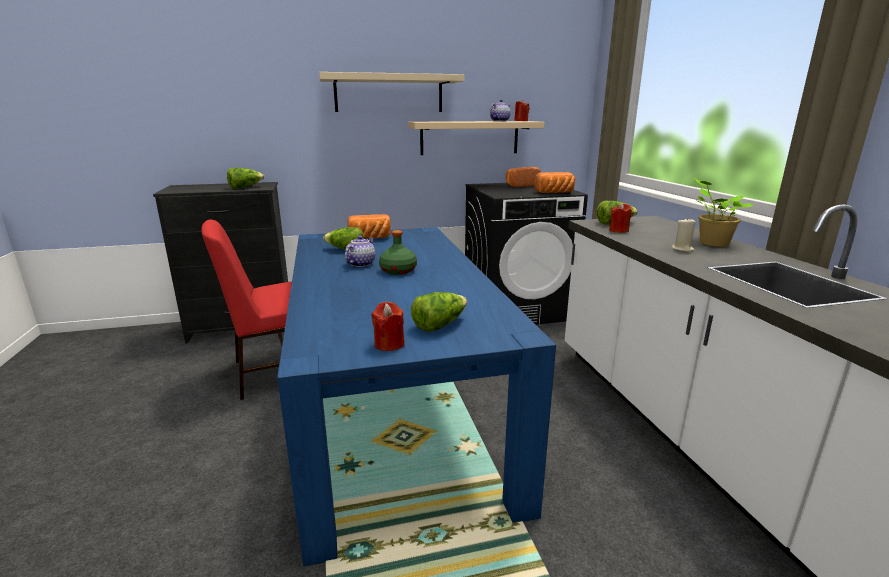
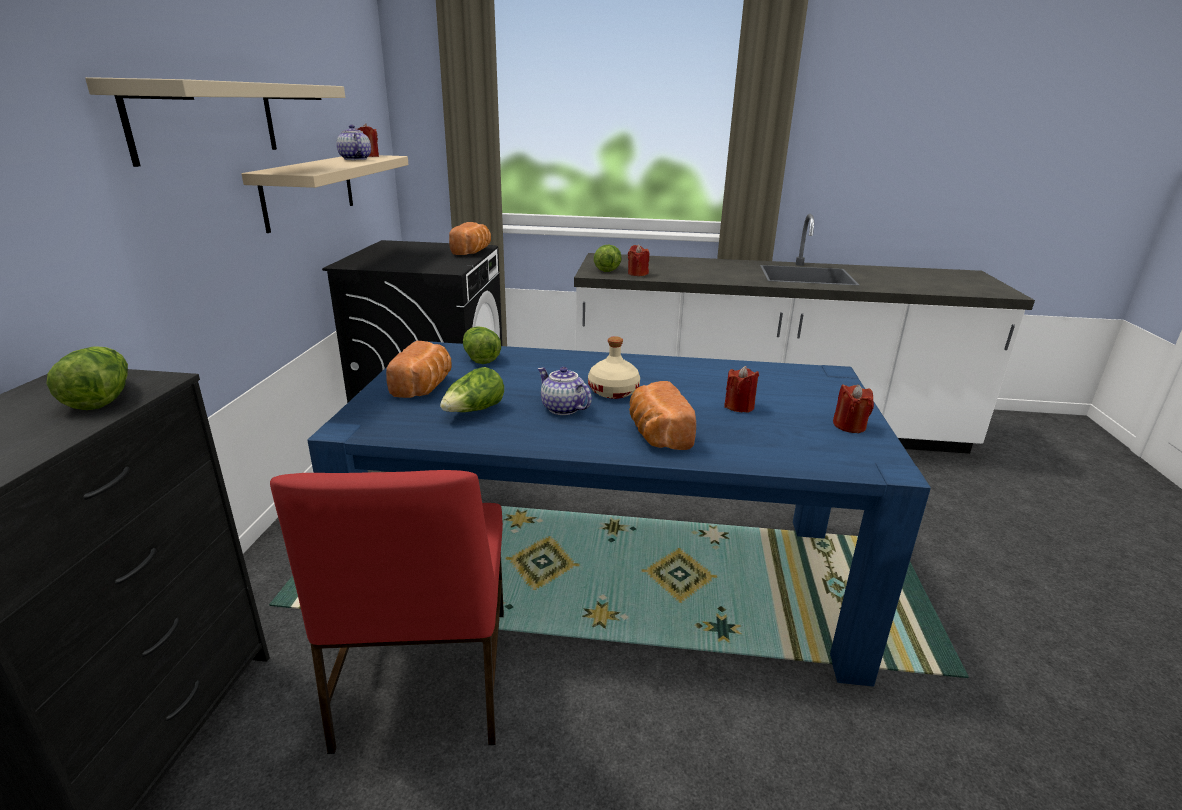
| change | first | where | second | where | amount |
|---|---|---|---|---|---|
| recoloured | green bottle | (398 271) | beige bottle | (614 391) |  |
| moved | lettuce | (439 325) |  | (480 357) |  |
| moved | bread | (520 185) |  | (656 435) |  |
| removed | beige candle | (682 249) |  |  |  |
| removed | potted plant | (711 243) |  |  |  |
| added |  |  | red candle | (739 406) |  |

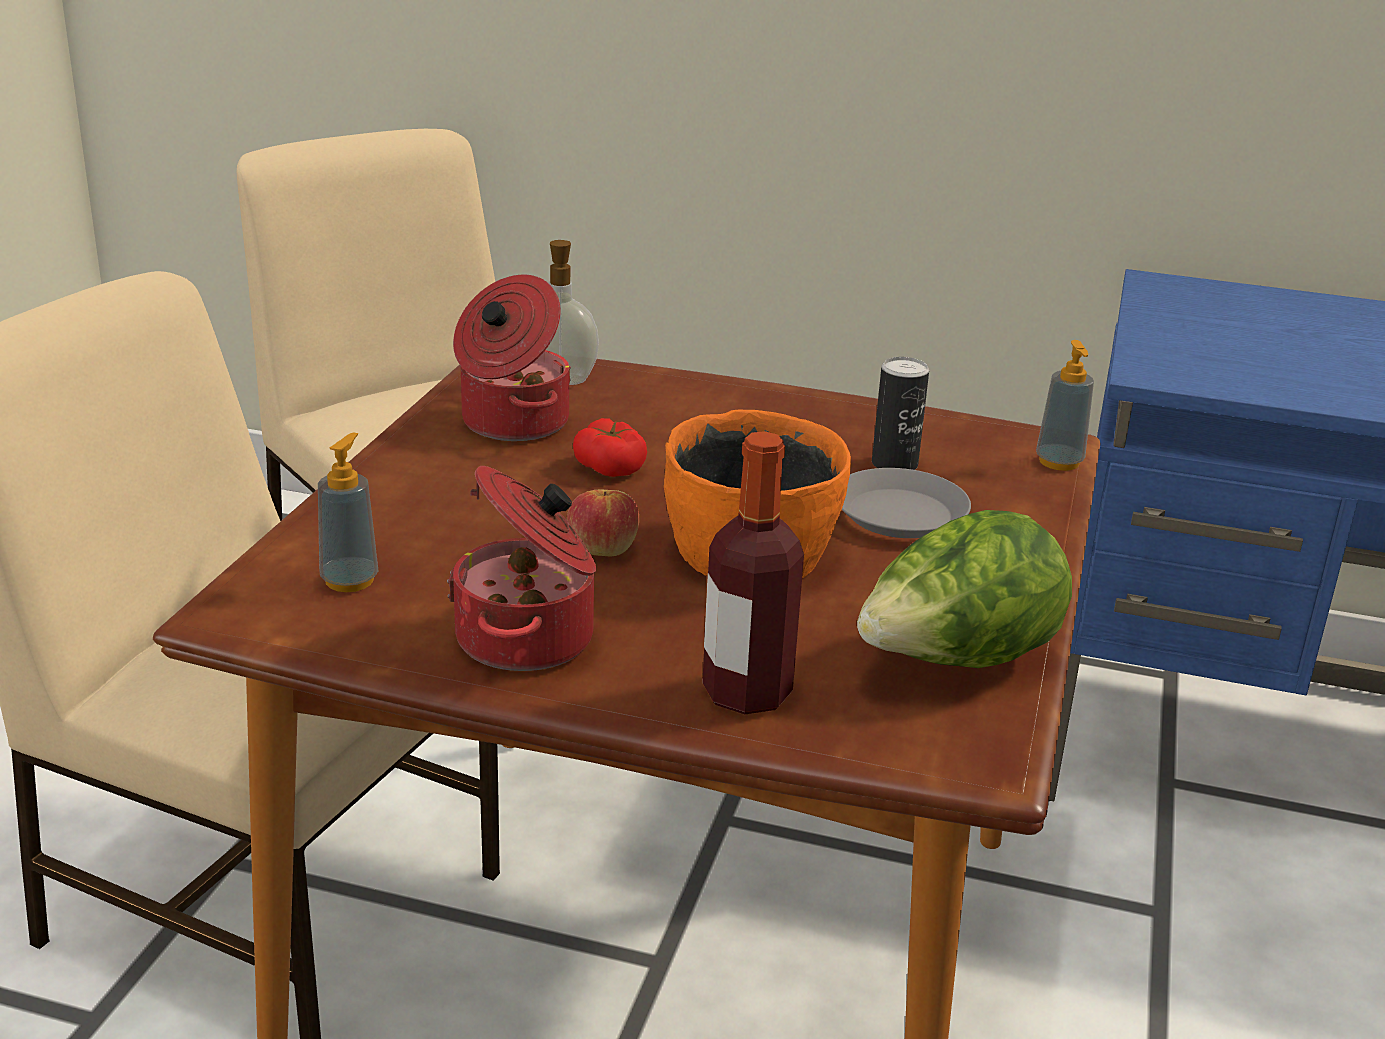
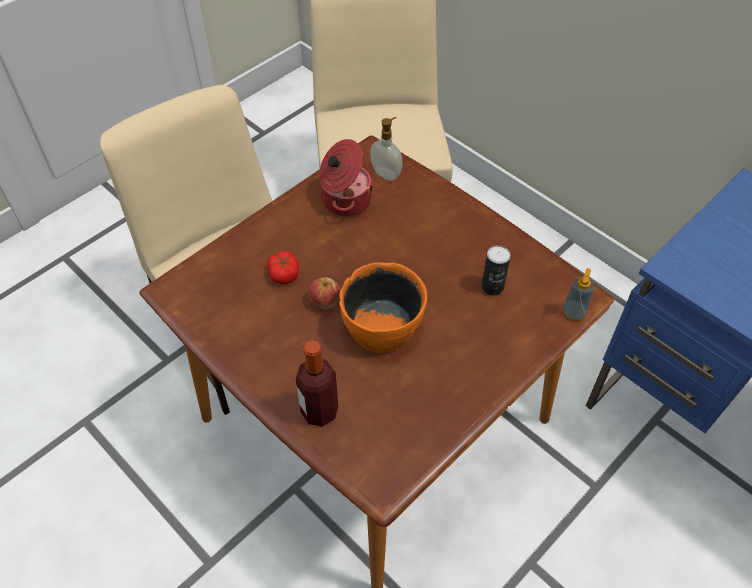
| change | first | where | second | where | amount |
|---|---|---|---|---|---|
| removed | soap dispenser | (349 580) |  |  |  |
| removed | cooking pot | (529 639) |  |  |  |
| moved | tomato | (610 467) |  | (284 273) |  |
| removed | grey plate | (899 513) |  |  |  |
| removed | lettuce | (956 663) |  |  |  |

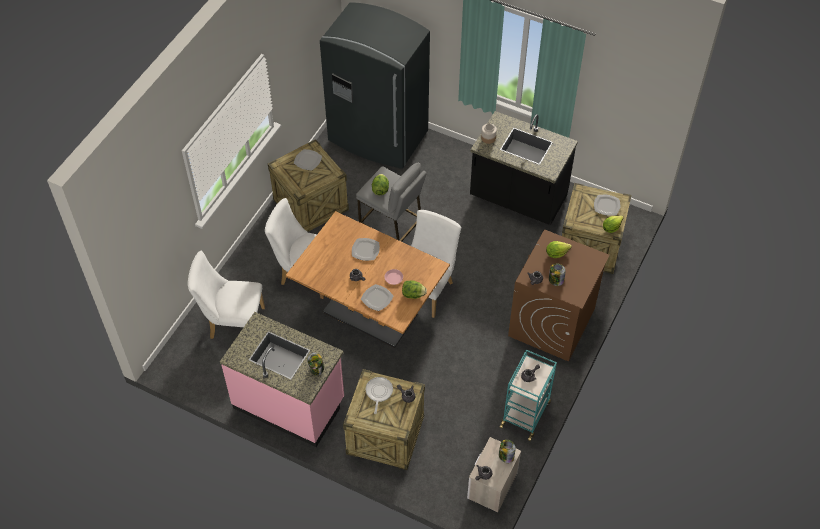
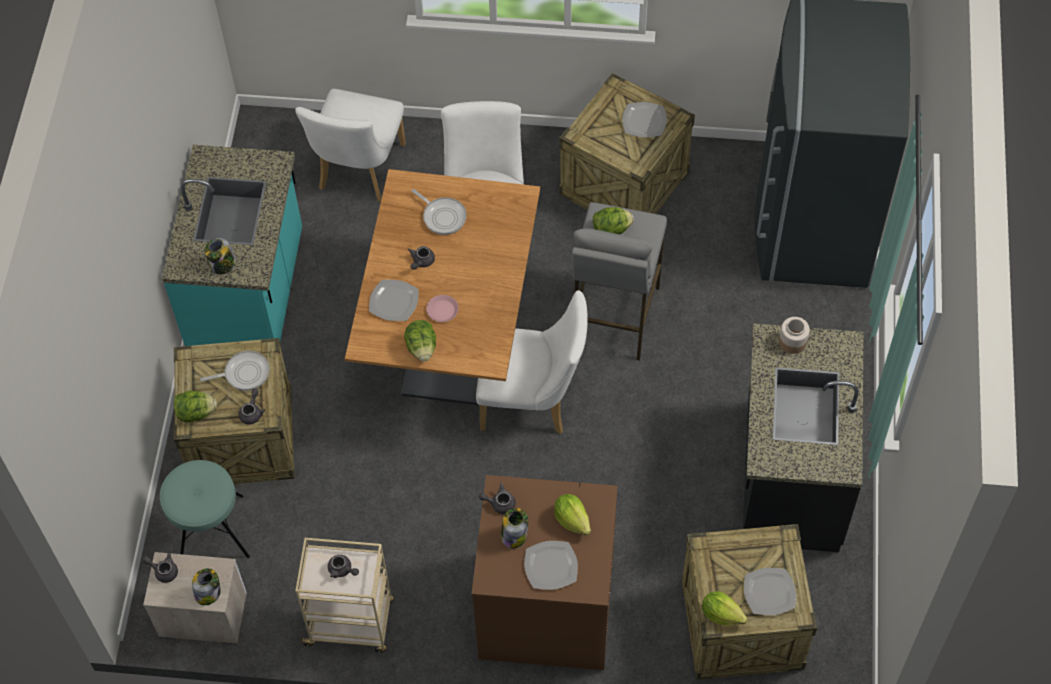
| change | first | where | second | where | amount |
|---|---|---|---|---|---|
| turned | white chair | (232 323) |  | (358 172) | 150 degrees counterclockwise |
| recoloured | pink counter | (289 403) | turquoise counter | (250 295) |  |
| moved | plate | (365 250) |  | (550 566) |  |
| recoloured | turquoise cart | (525 413) | beige cart | (351 623) |  |
| added |  |  | turquoise stool | (211 531) |  |
| added |  |  | lettuce | (196 413) |  |
| added |  |  | frying pan | (442 216) |  |

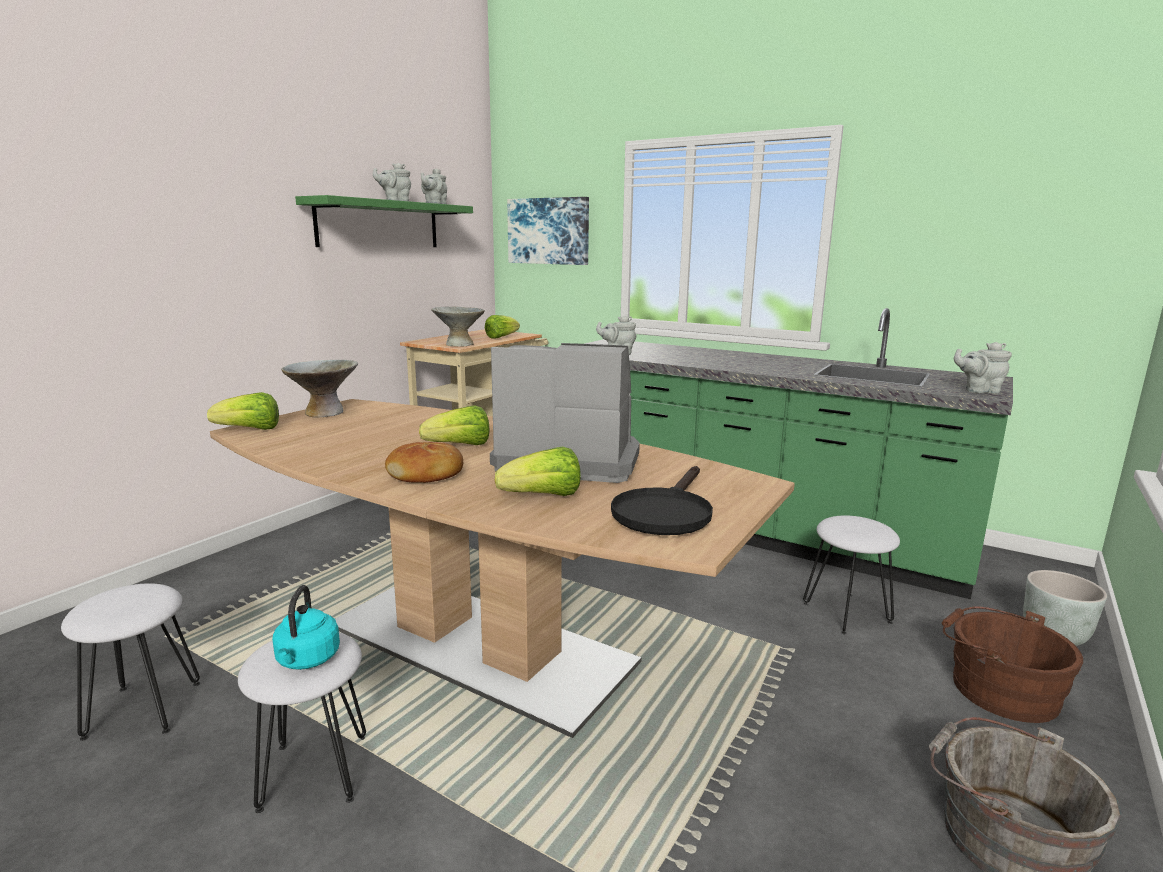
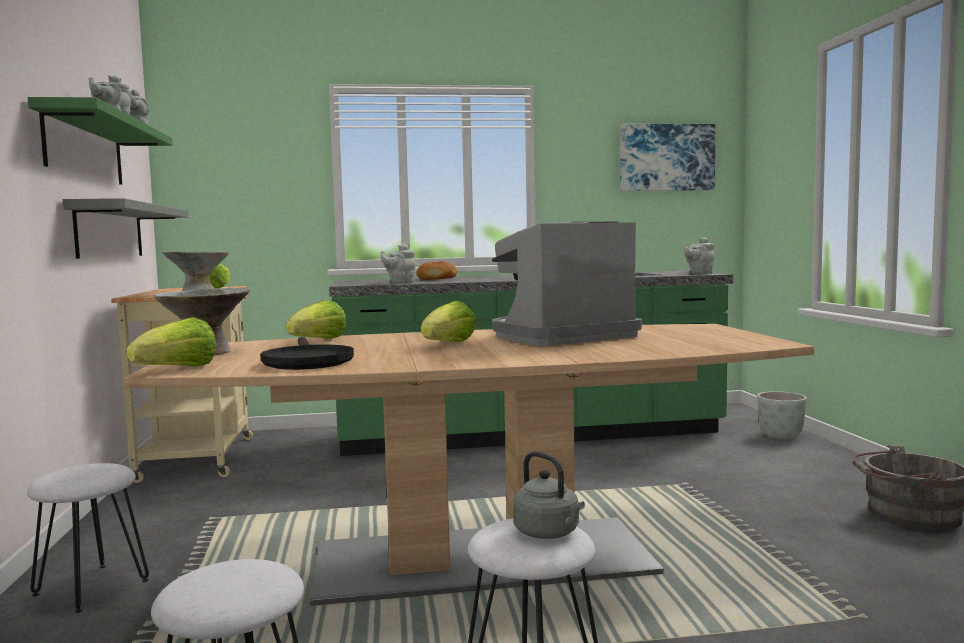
| change | first | where | second | where | amount |
|---|---|---|---|---|---|
| recoloured | turquoise kettle | (307 660) | grey kettle | (549 533) |  |
| moved | bread | (426 474) |  | (437 279) |  |
| moved | lettuce | (543 497) |  | (319 341) |  |
| moved | picture | (548 231) |  | (666 158) |  |
| moved | black frying pan | (664 512) |  | (306 361) |  |
| moved | white stool | (846 612) |  | (90 587) |  |
| removed | brown bucket | (997 688) |  |  |  |
| added |  |  | grey shelf | (110 231) |  |

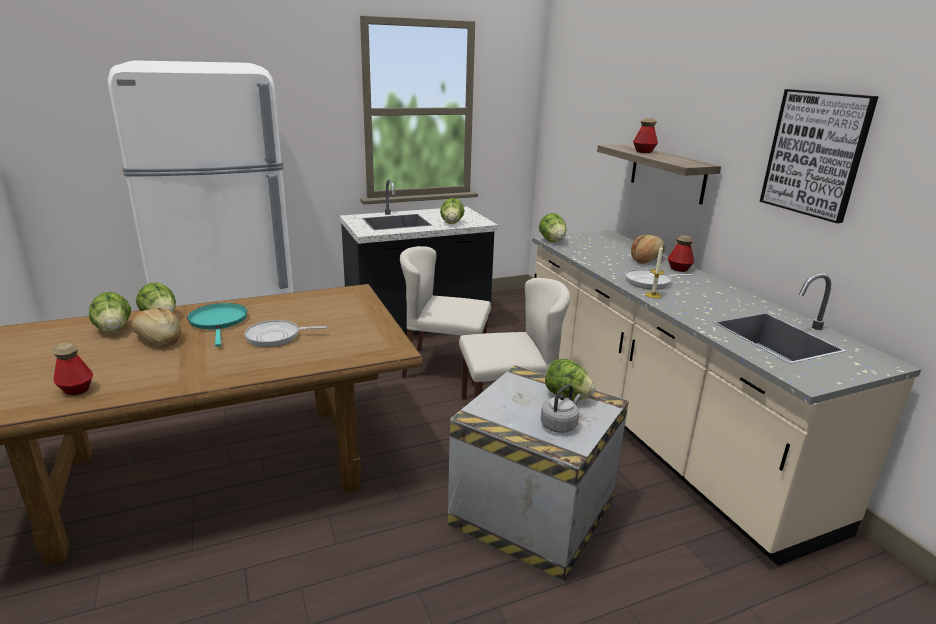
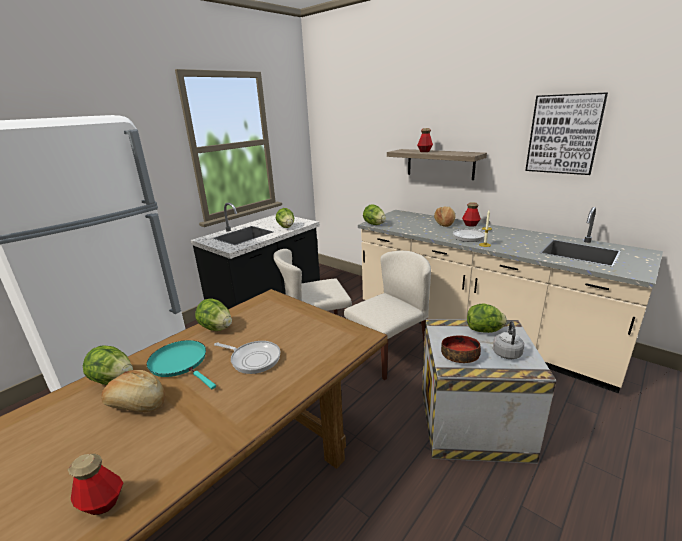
| change | first | where | second | where | amount |
|---|---|---|---|---|---|
| moved | lettuce | (114 329) |  | (216 328) |  |
| turned | frying pan | (276 337) |  | (253 359) | 120 degrees counterclockwise |
| added |  |  | bowl | (460 355) |  |

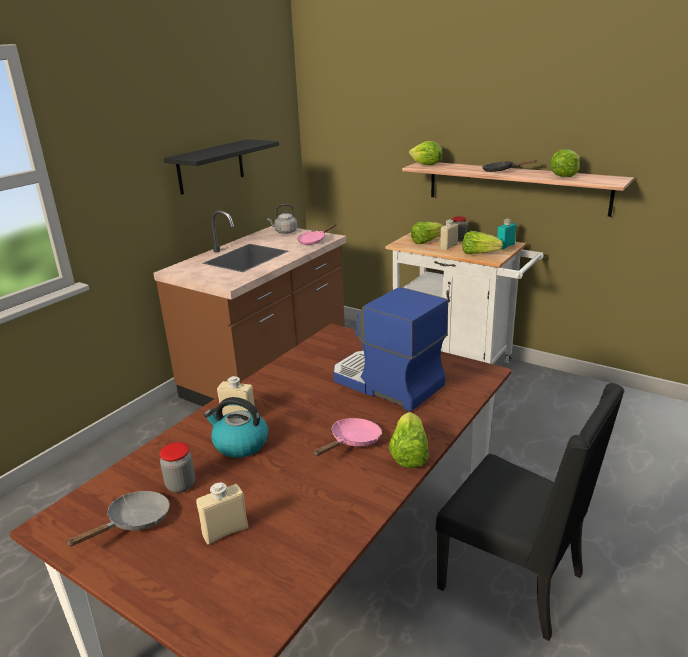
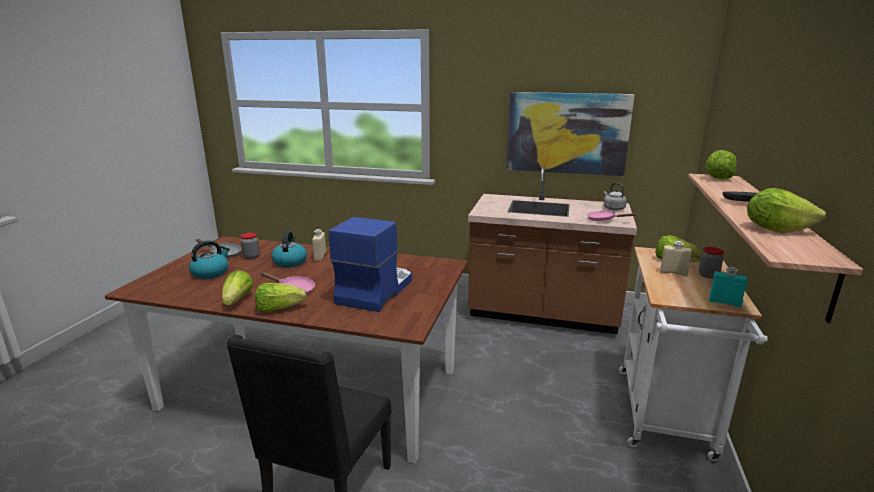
| change | first | where | second | where | amount |
|---|---|---|---|---|---|
| replaced | black shelf | (211 166) | picture | (567 133) |  |
| replaced | beige bottle | (225 531) | kettle | (211 273) |  |
| moved | lettuce | (479 254) |  | (238 300) |  |

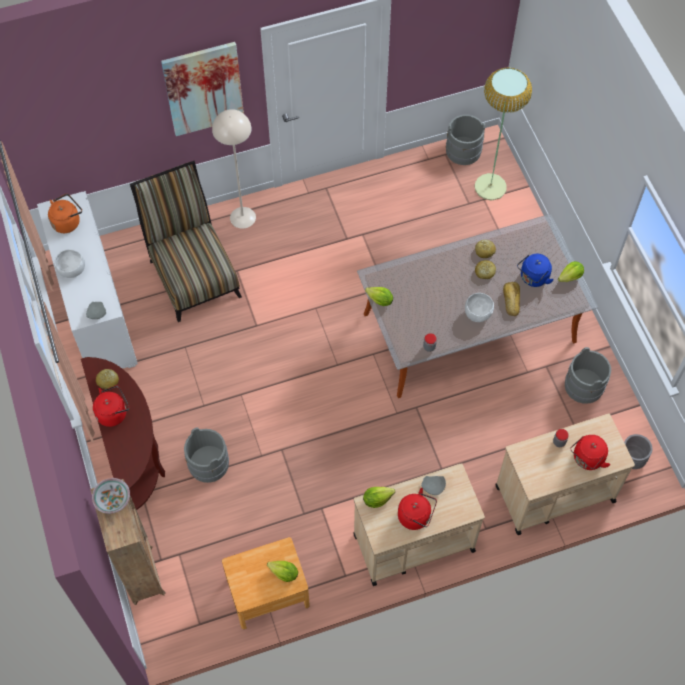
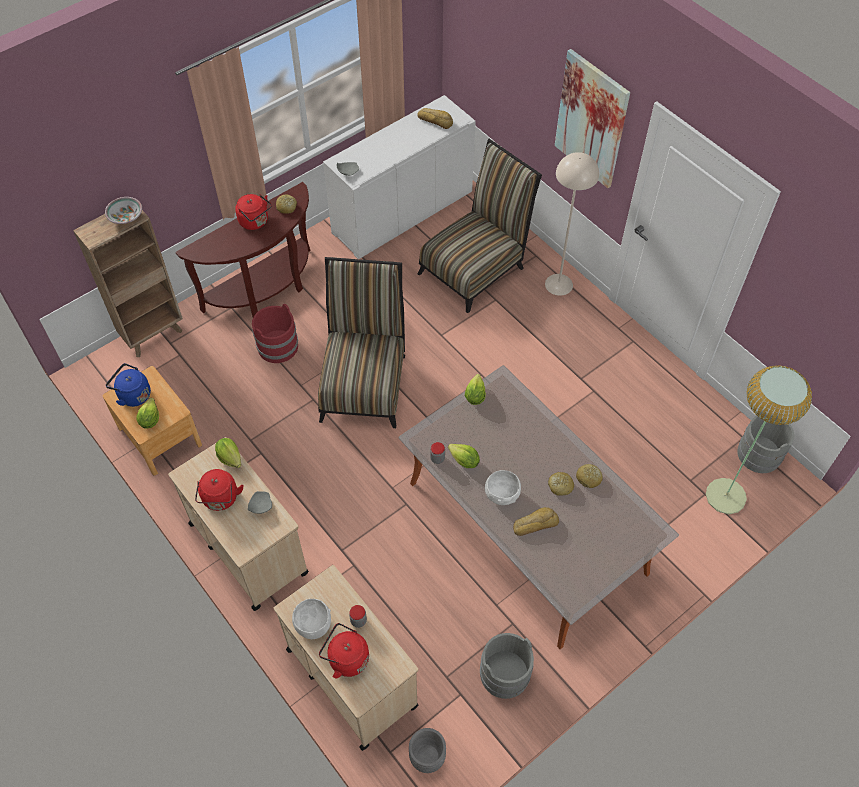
| change | first | where | second | where | amount |
|---|---|---|---|---|---|
| replaced | orange kettle | (67 222) | bread | (435 120) |  |
| moved | white bowl | (72 270) |  | (313 624) |  |
| recoloured | grey bucket | (209 464) | red bucket | (277 346) |  |
| moved | blue kettle | (533 278) |  | (133 395) |  |
| moved | lettuce | (570 277) |  | (464 461) |  |
| added |  |  | chair | (364 381) |  |

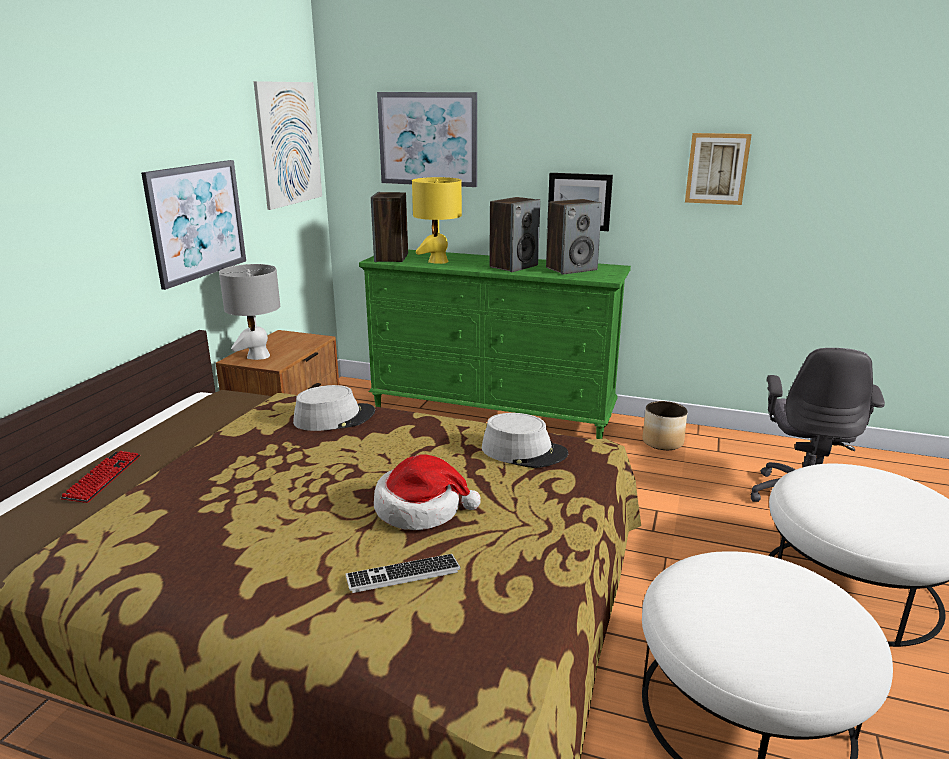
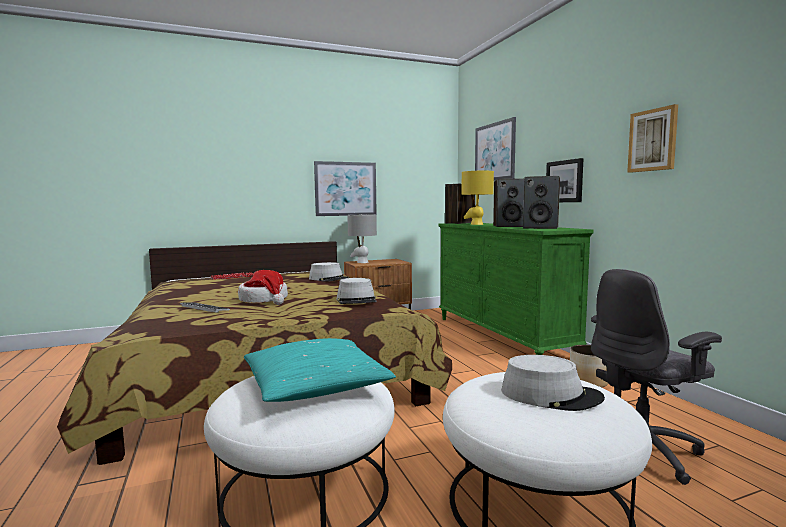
| change | first | where | second | where | amount |
|---|---|---|---|---|---|
| removed | picture | (289 144) |  |  |  |
| added |  |  | turquoise pillow | (315 386) |  |
| added |  |  | grey hat | (550 395) |  |

